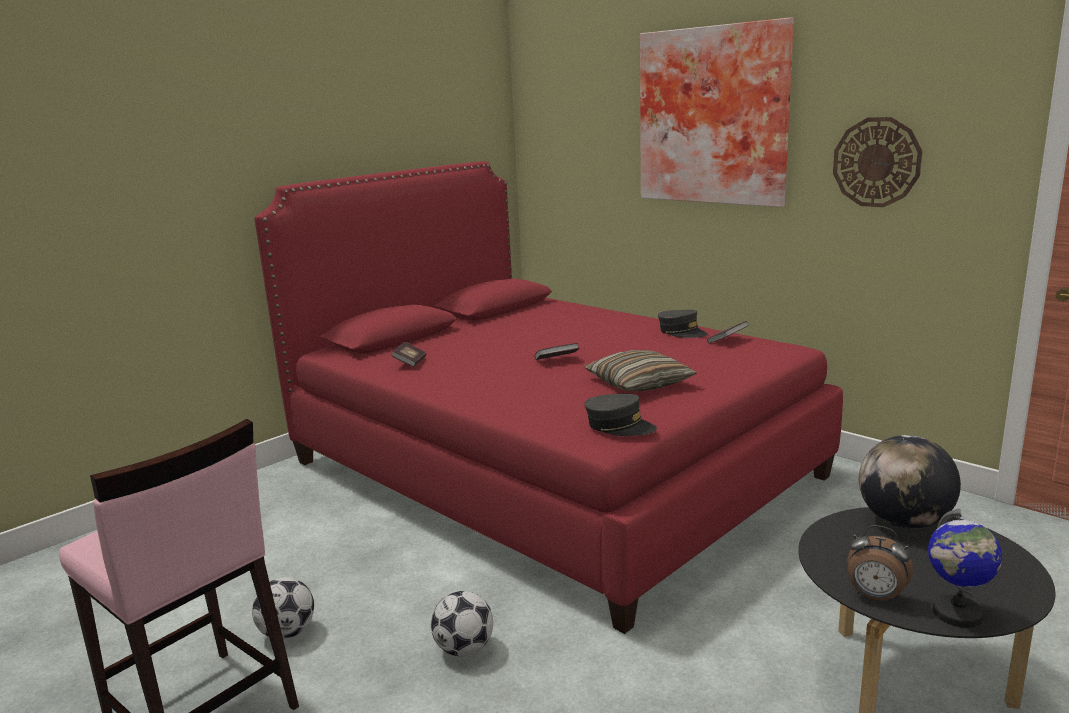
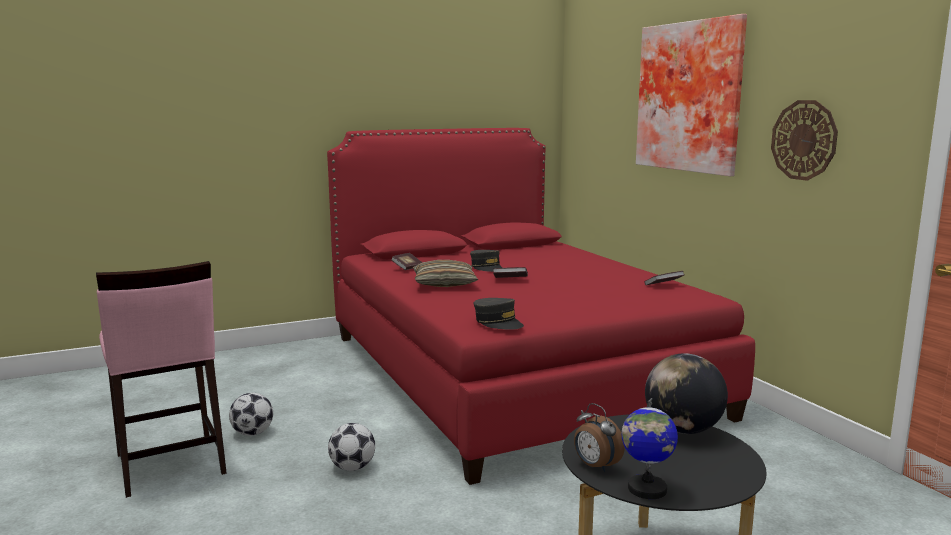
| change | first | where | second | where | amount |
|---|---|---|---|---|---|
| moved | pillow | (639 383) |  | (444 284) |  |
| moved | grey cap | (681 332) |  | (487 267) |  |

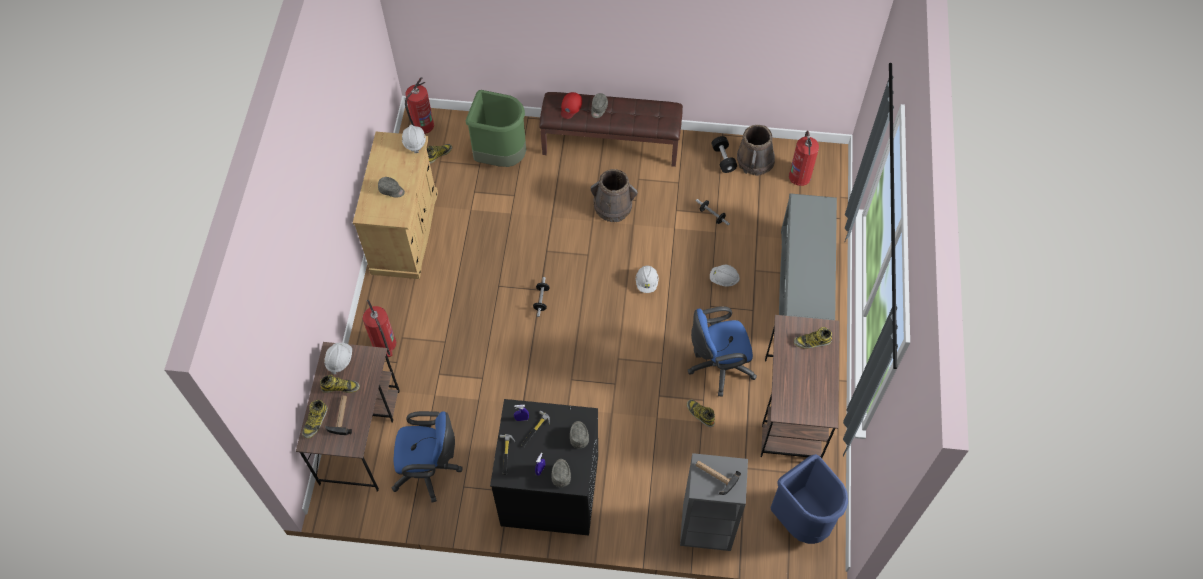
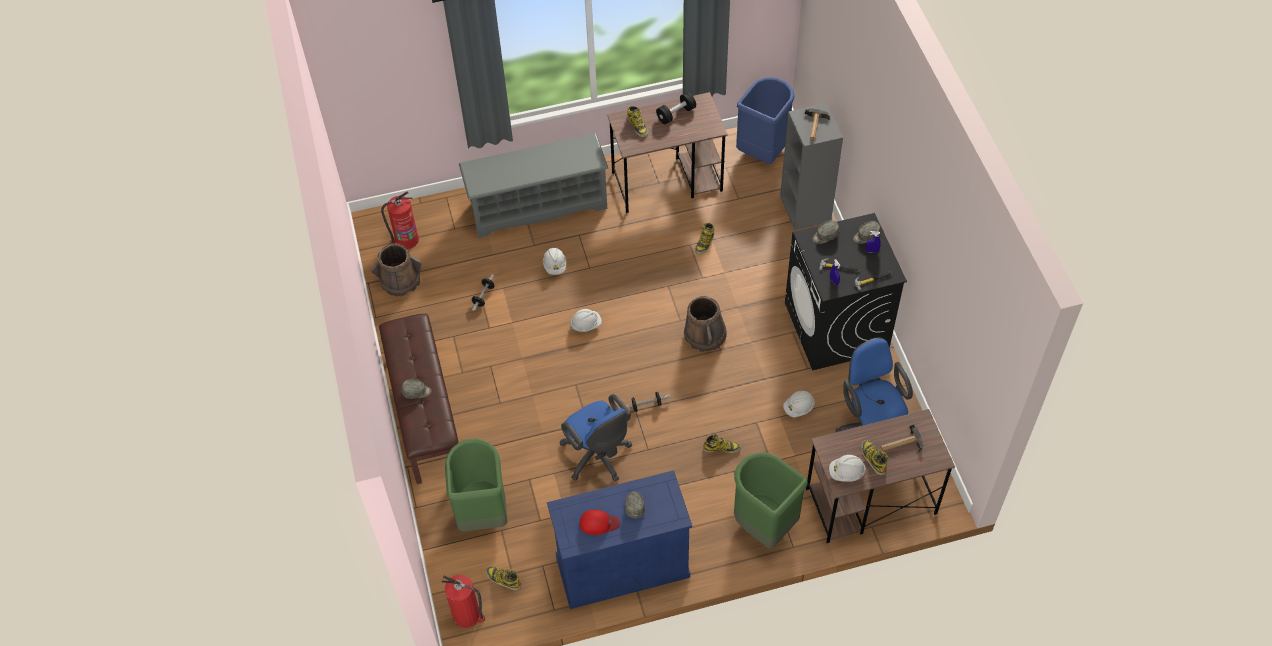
| change | first | where | second | where | amount |
|---|---|---|---|---|---|
| moved | boot | (315 421) |  | (722 448) |  |
| recoloured | beige cabinet | (405 232) | blue cabinet | (622 566) |  |
| replaced | fire extinguisher | (384 344) | green trash can | (764 525) |  |
| moved | white hard hat | (414 142) |  | (798 408) |  |
| moved | red cap | (570 106) |  | (598 523) |  |
| moved | brown bucket | (613 206) |  | (704 335) |  |
| moved | blue office chair | (717 366) |  | (598 457) |  |
| moved | black dumbbell | (723 159) |  | (676 114) |  |

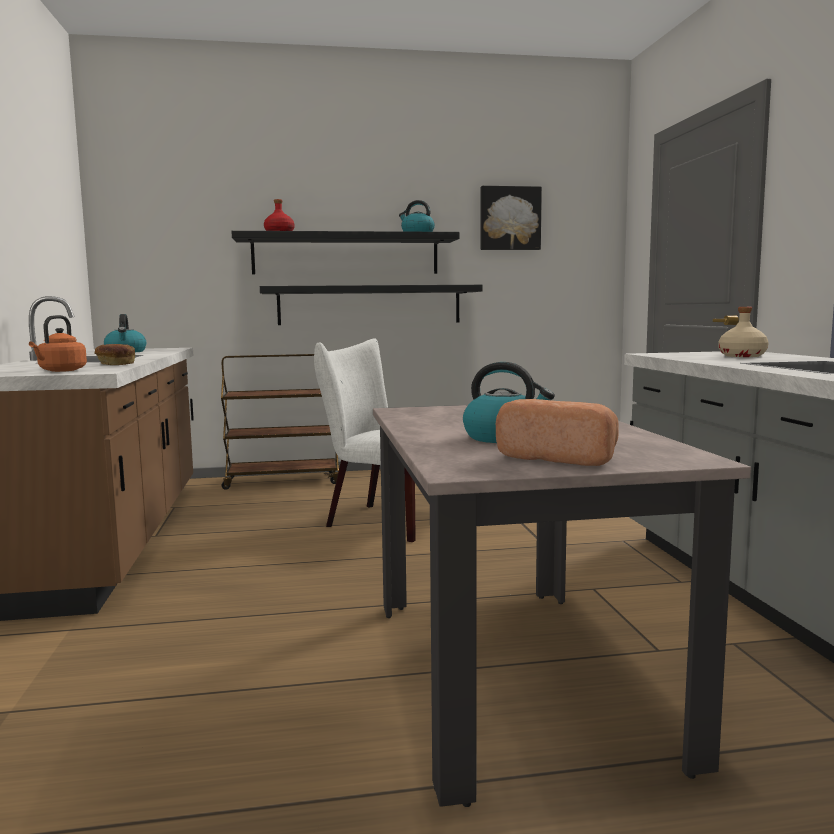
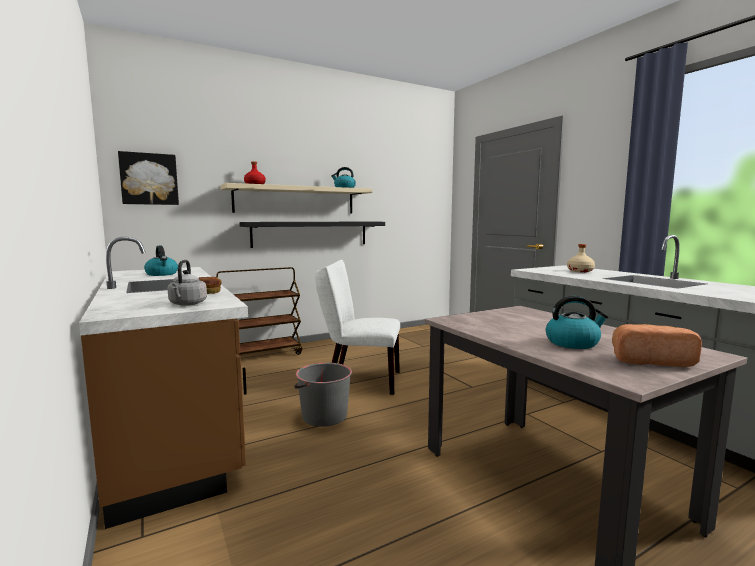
| change | first | where | second | where | amount |
|---|---|---|---|---|---|
| recoloured | orange kettle | (60 371) | grey kettle | (187 304) |  |
| recoloured | black shelf | (346 255) | beige shelf | (295 200) |  |
| moved | picture | (509 218) |  | (149 179) |  |
| added |  |  | grey bucket | (323 416) |  |

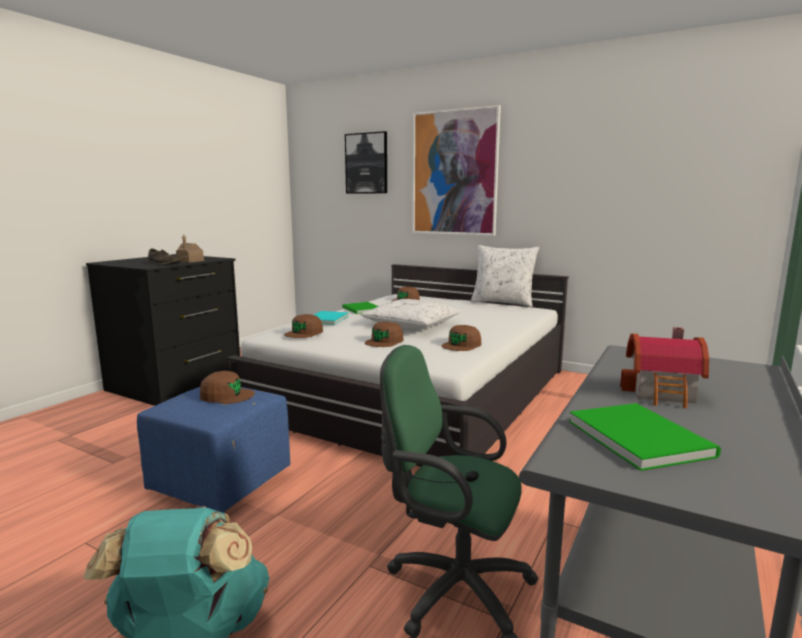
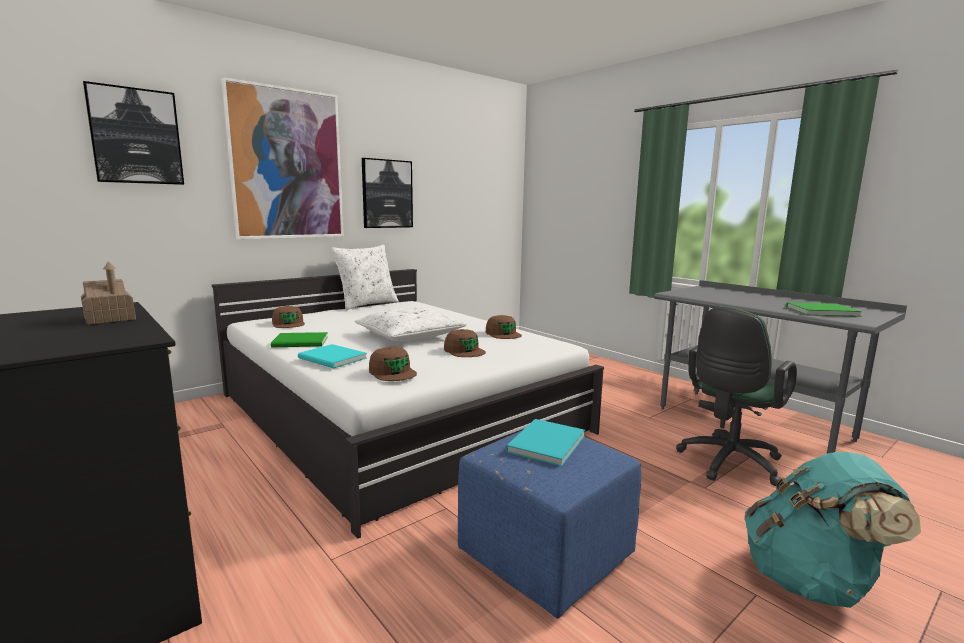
| change | first | where | second | where | amount |
|---|---|---|---|---|---|
| removed | brown shoe | (164 263) |  |  |  |
| replaced | brown cap | (226 395) | turquoise book | (543 444) |  |
| removed | toy house | (664 393) |  |  |  |
| added |  |  | picture | (387 194) |  |

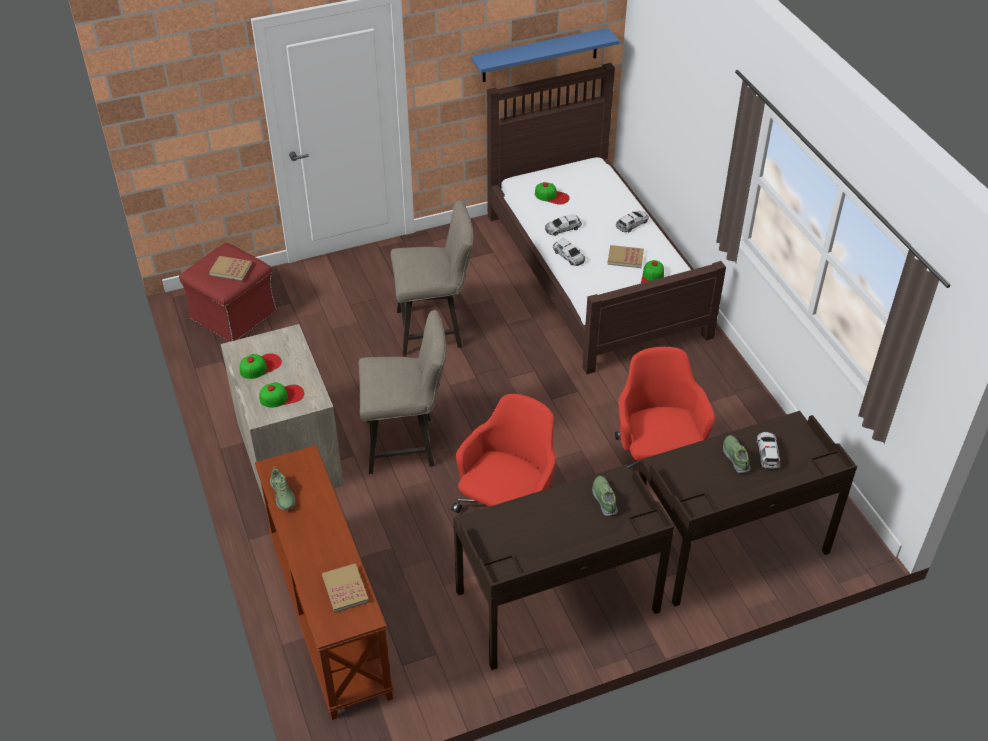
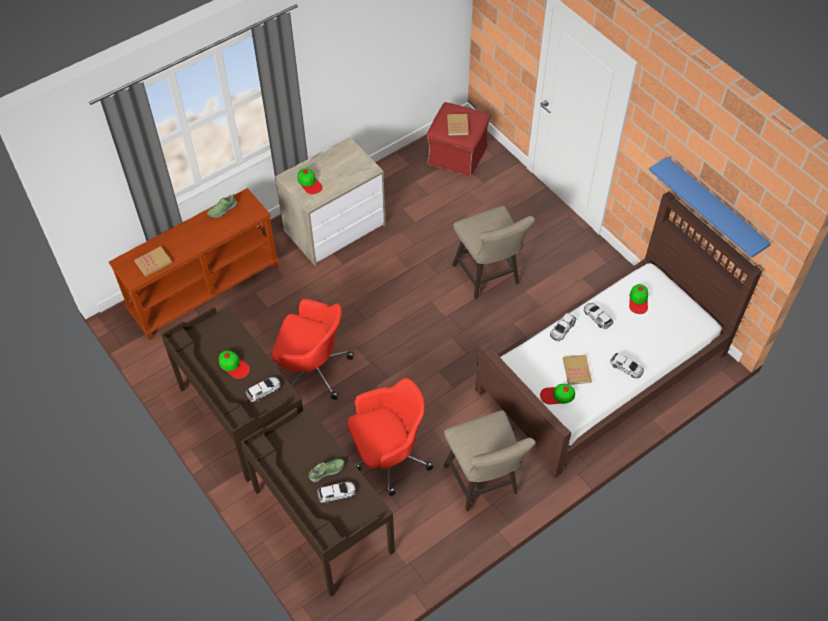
| change | first | where | second | where | amount |
|---|---|---|---|---|---|
| moved | cap | (260 366) |  | (234 365) |  |
| moved | beige stool | (407 443) |  | (483 484) |  |
| replaced | shoe | (605 499) | toy car | (264 390) |  |

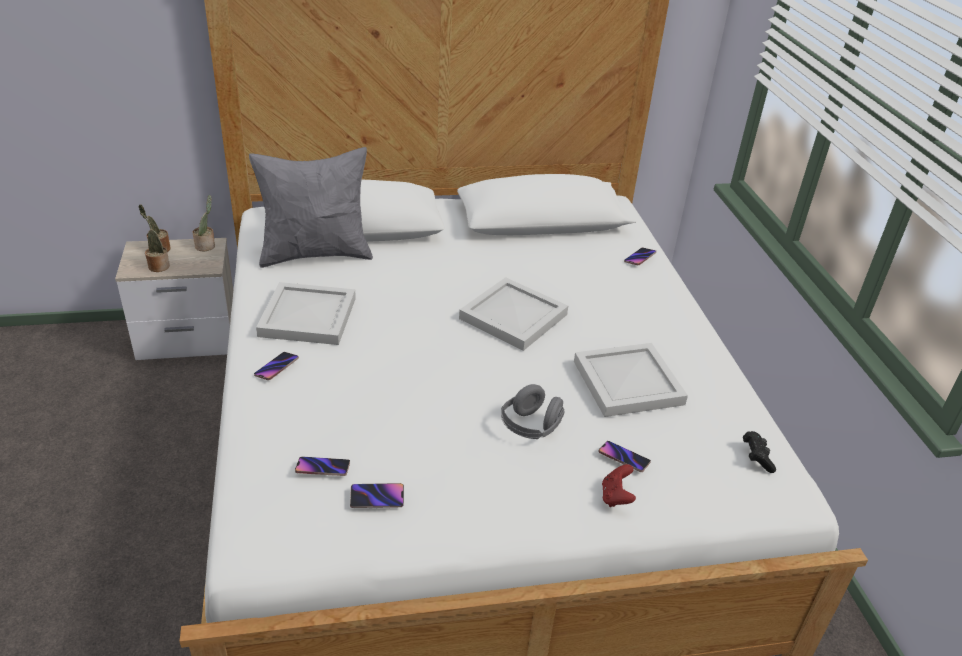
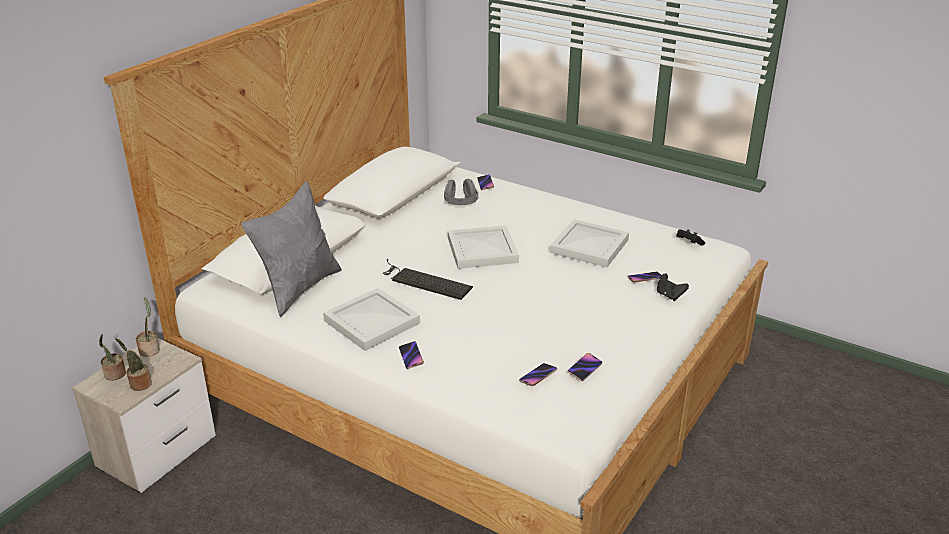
| change | first | where | second | where | amount |
|---|---|---|---|---|---|
| moved | grey headphones | (530 427) |  | (460 203) |  |
| recoloured | red game controller | (616 497) | black game controller | (669 295) |  |
| added |  |  | keyboard | (424 281) |  |

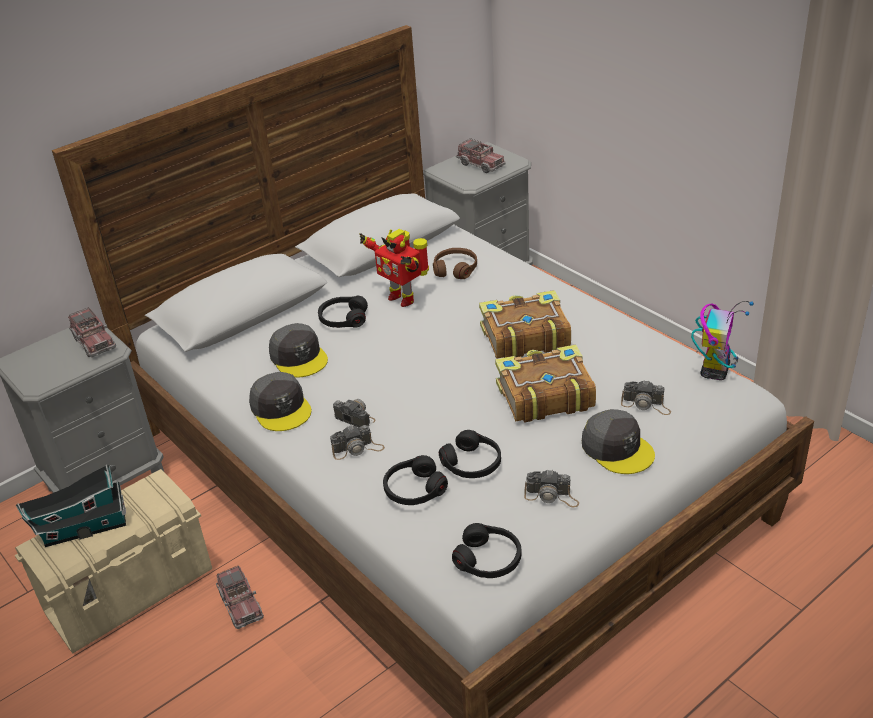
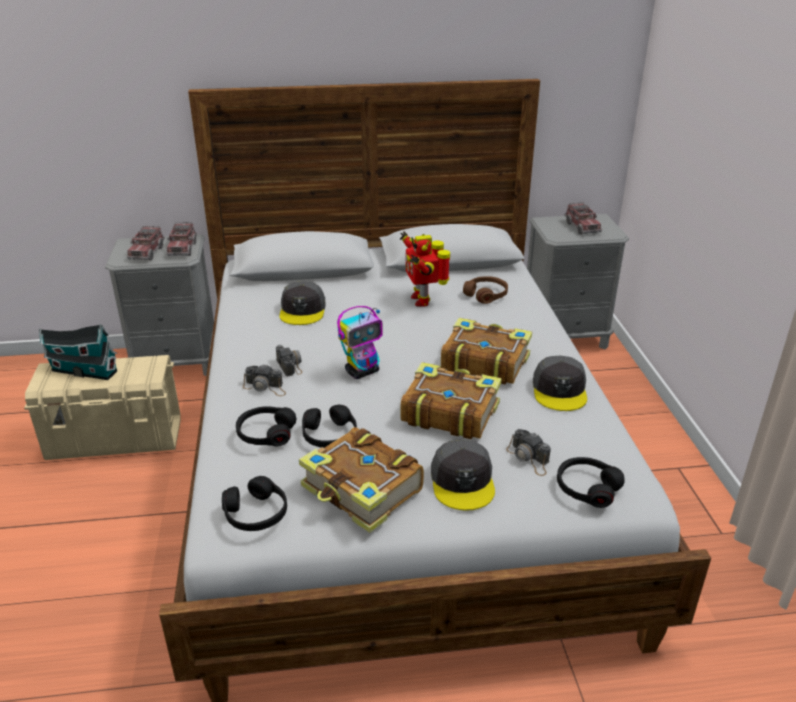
| change | first | where | second | where | amount |
|---|---|---|---|---|---|
| moved | toy truck | (241 604) |  | (147 252) |  |
| moved | grey cap | (281 408) |  | (560 390) |  |
| moved | black headphones | (343 319) |  | (587 488) |  |
| replaced | photo camera | (551 496) | book | (362 491) |  |
| moved | toy robot | (714 370) |  | (362 371) |  |

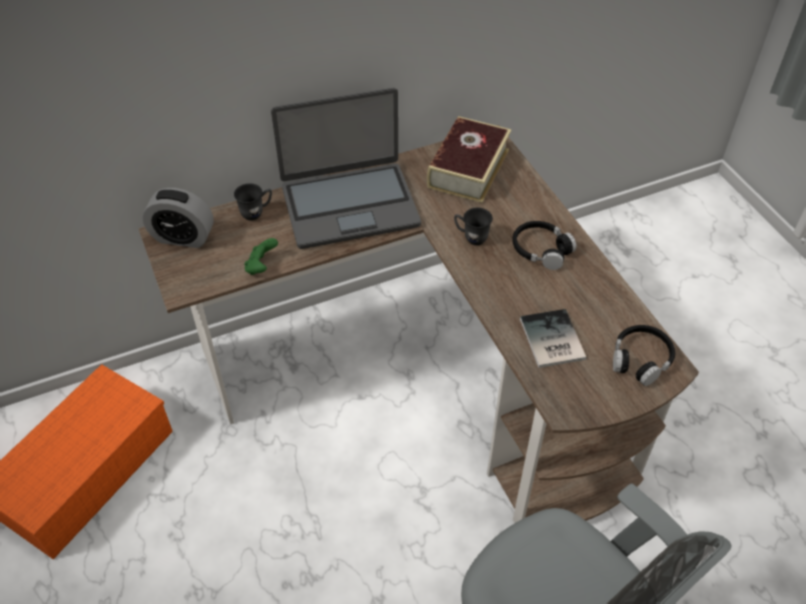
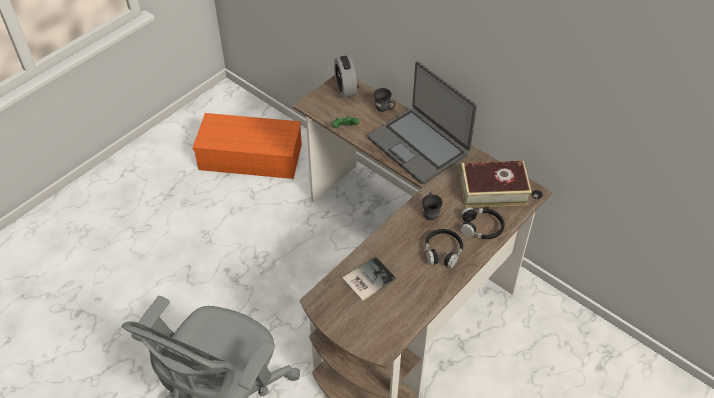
| change | first | where | second | where | amount |
|---|---|---|---|---|---|
| moved | black headphones | (640 359) |  | (481 228) |  |

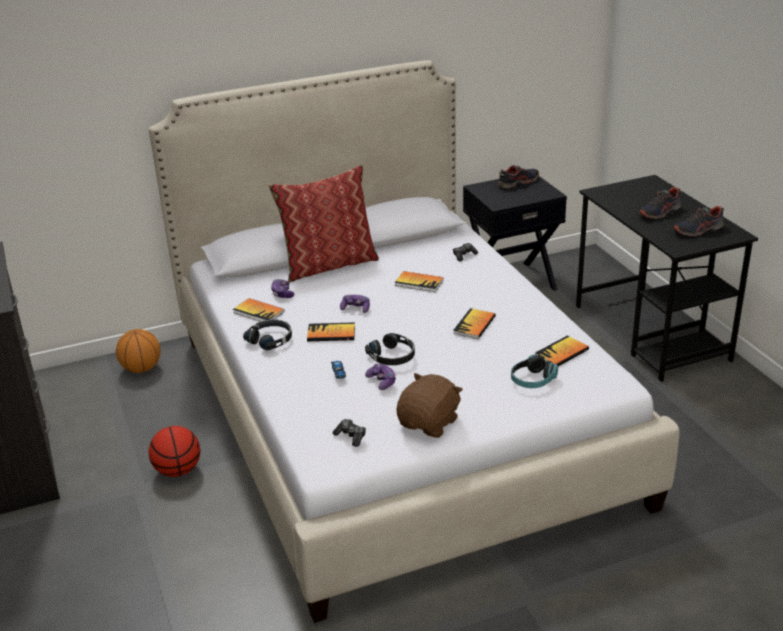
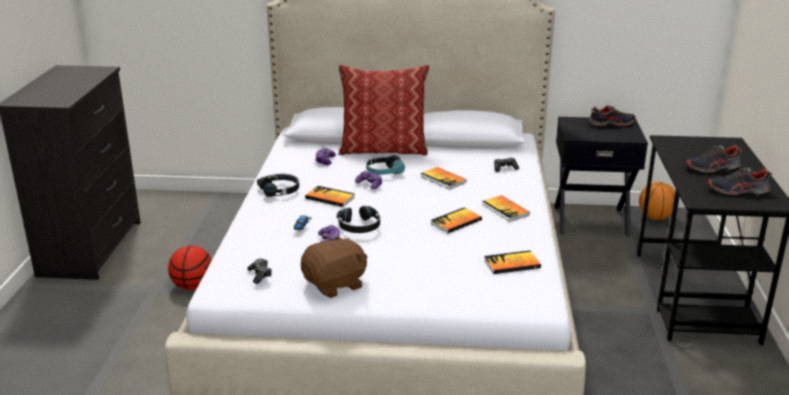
| change | first | where | second | where | amount |
|---|---|---|---|---|---|
| moved | basketball | (141 369) |  | (655 217) |  |
| moved | book | (258 312) |  | (505 209) |  |
| moved | headphones | (533 380) |  | (384 172) |  |

